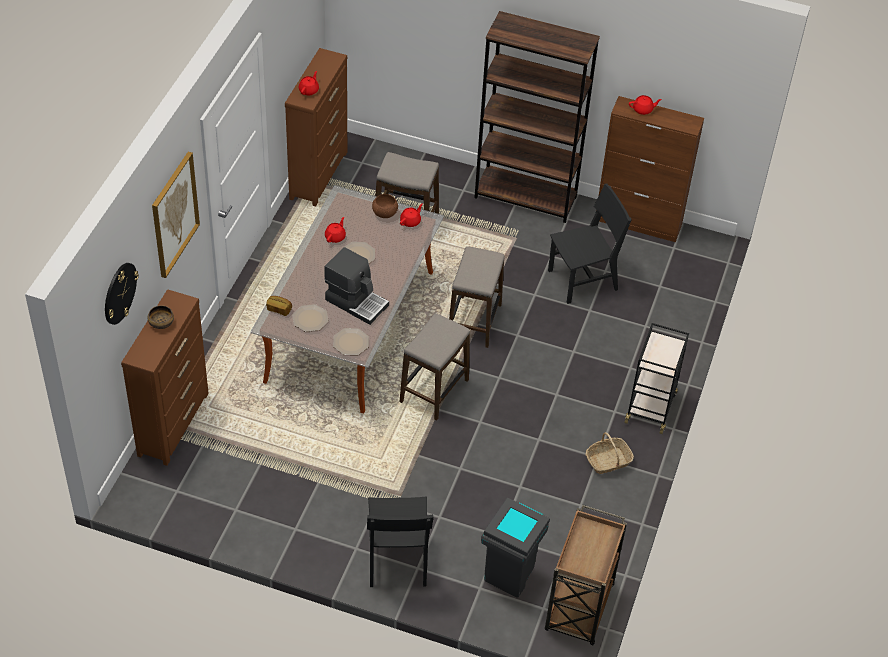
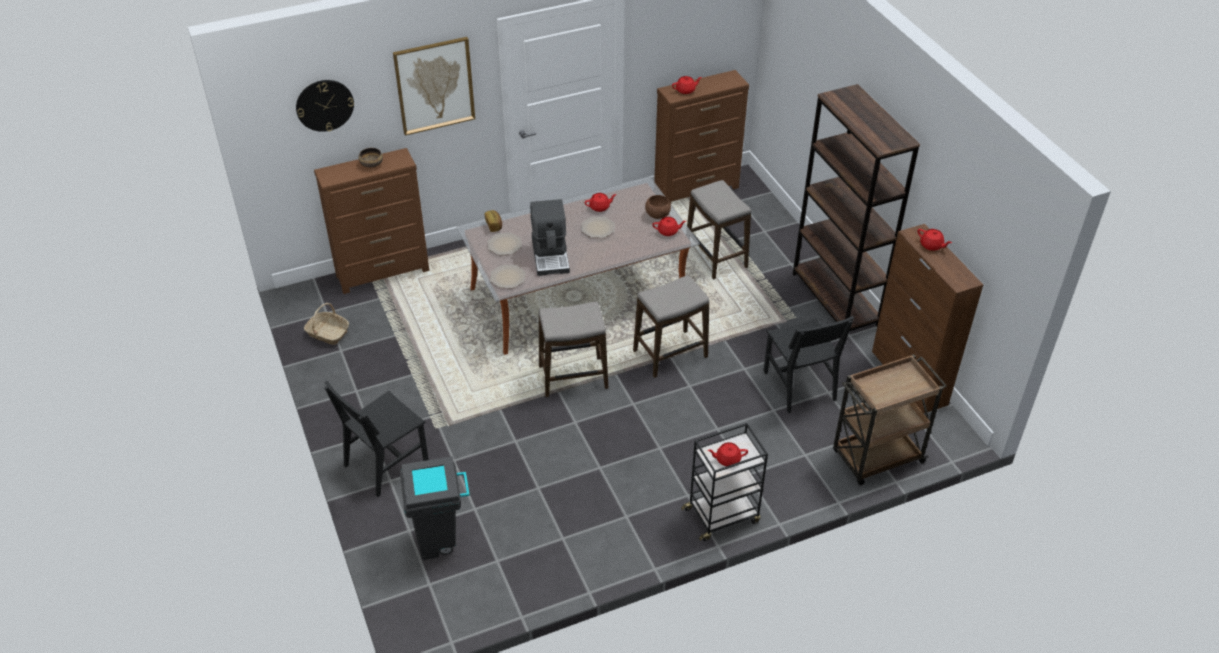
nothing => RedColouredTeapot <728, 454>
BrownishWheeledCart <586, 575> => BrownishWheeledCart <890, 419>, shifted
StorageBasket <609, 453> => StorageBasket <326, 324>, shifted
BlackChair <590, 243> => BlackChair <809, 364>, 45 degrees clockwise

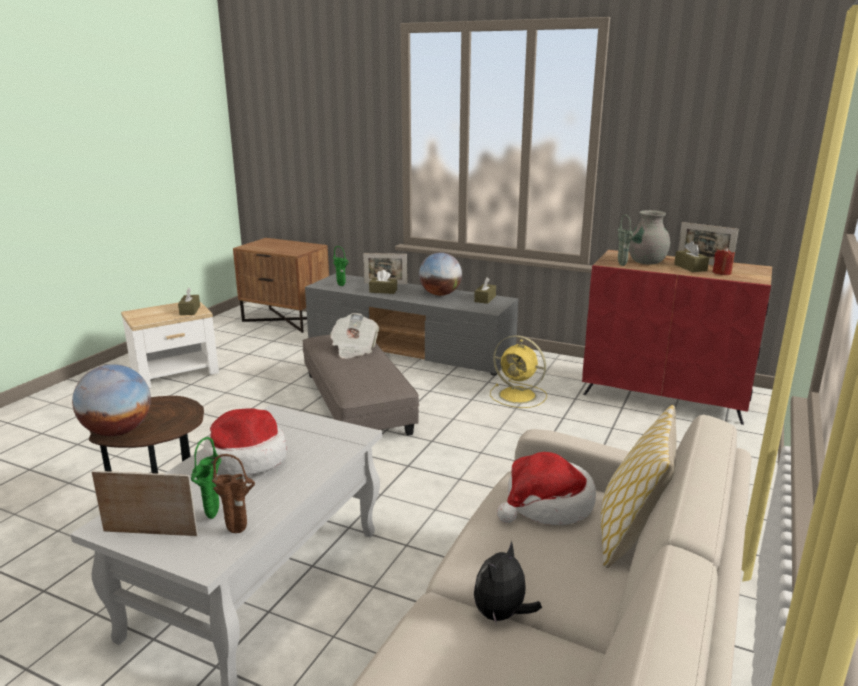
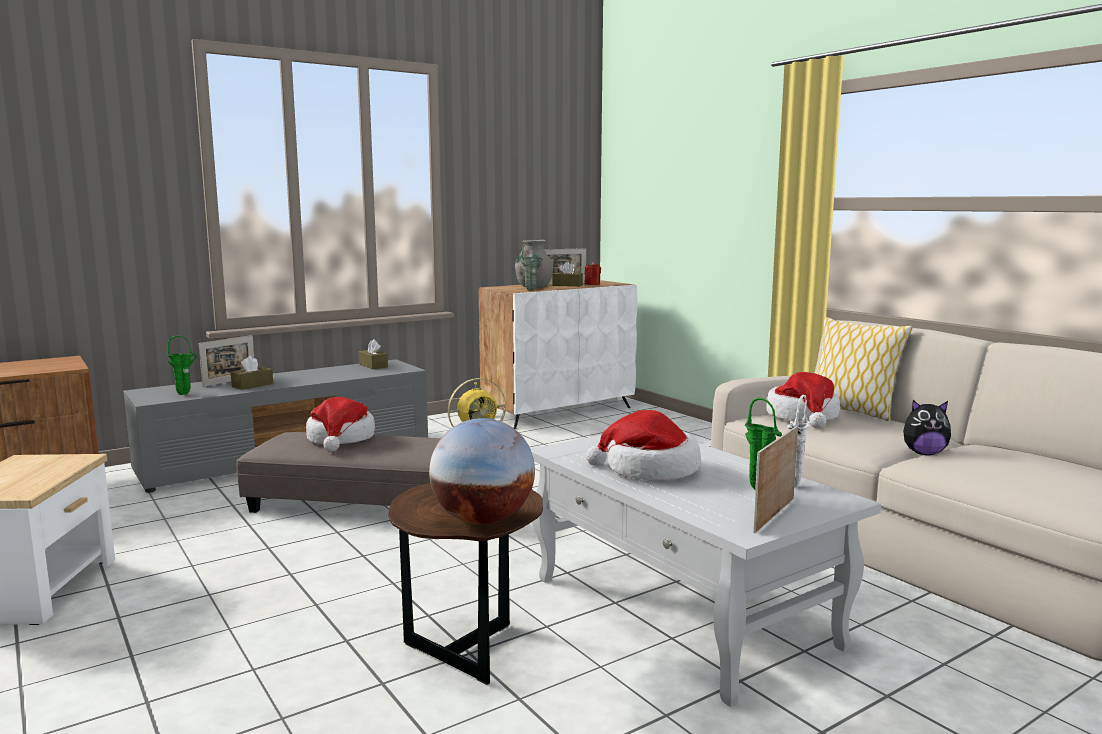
BrownishTissueHolder <189, 301> => nothing
Globe <440, 274> => nothing
Newspaper <354, 336> => WearableHat <340, 424>
BrownishDecorativeVase <233, 493> => WhiteDecorativeVase <799, 441>
RedColouredCupboard <677, 337> => WhiteCupboard <558, 354>
CuddlyToy <508, 583> => CuddlyToy <927, 427>, 60 degrees counterclockwise

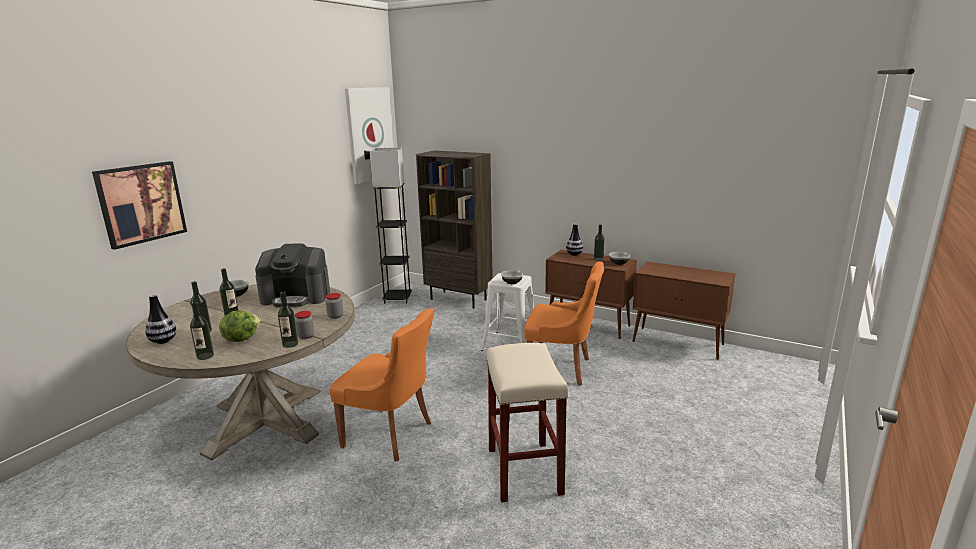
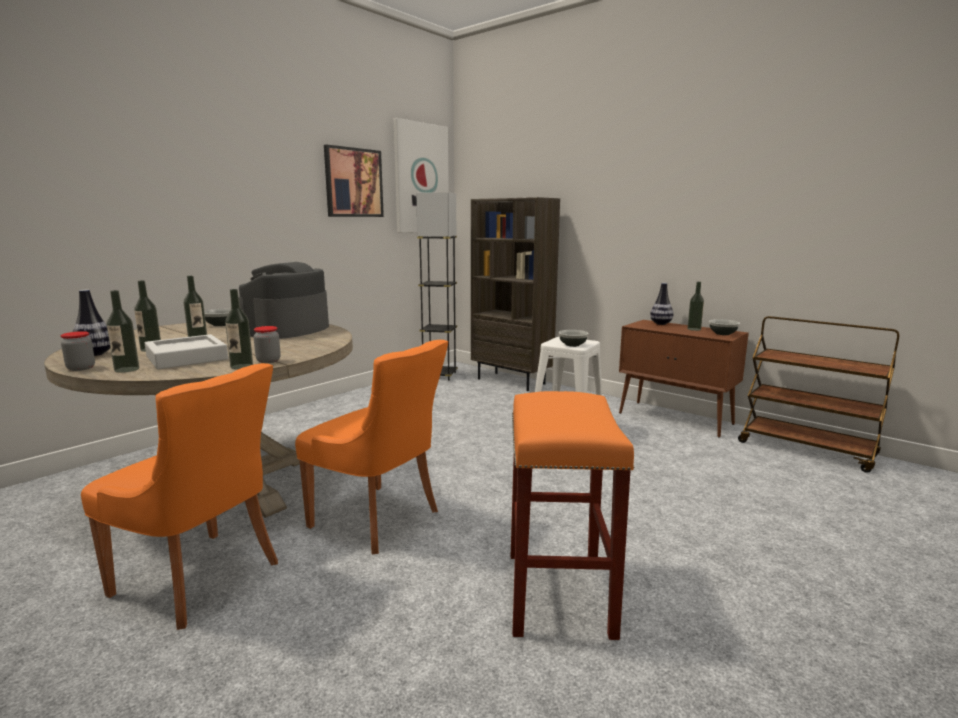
WallArt <139, 205> => WallArt <354, 181>, shifted
Jar <334, 306> => Jar <78, 351>, shifted
OrangeChair <564, 324> => OrangeChair <179, 496>, shifted
LettuceHead <240, 326> => GreyishCarryingTray <186, 351>
BrownishCupboard <683, 310> => BrownishWheeledCart <818, 394>
BeigeColouredStool <527, 423> => OrangeStool <572, 515>
CoffeeMachine <292, 275> => CoffeeMachine <284, 300>, 105 degrees clockwise

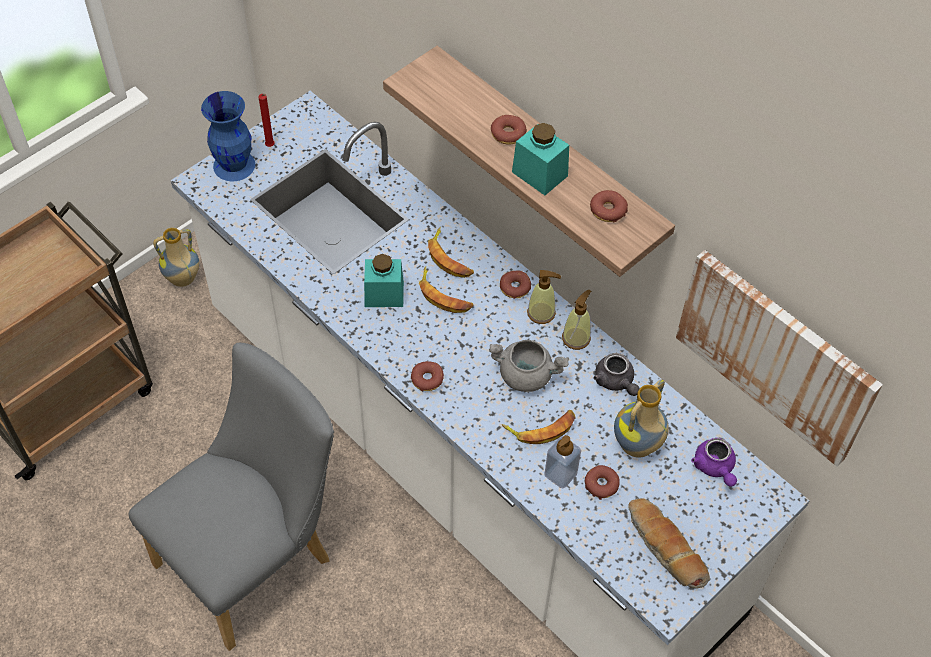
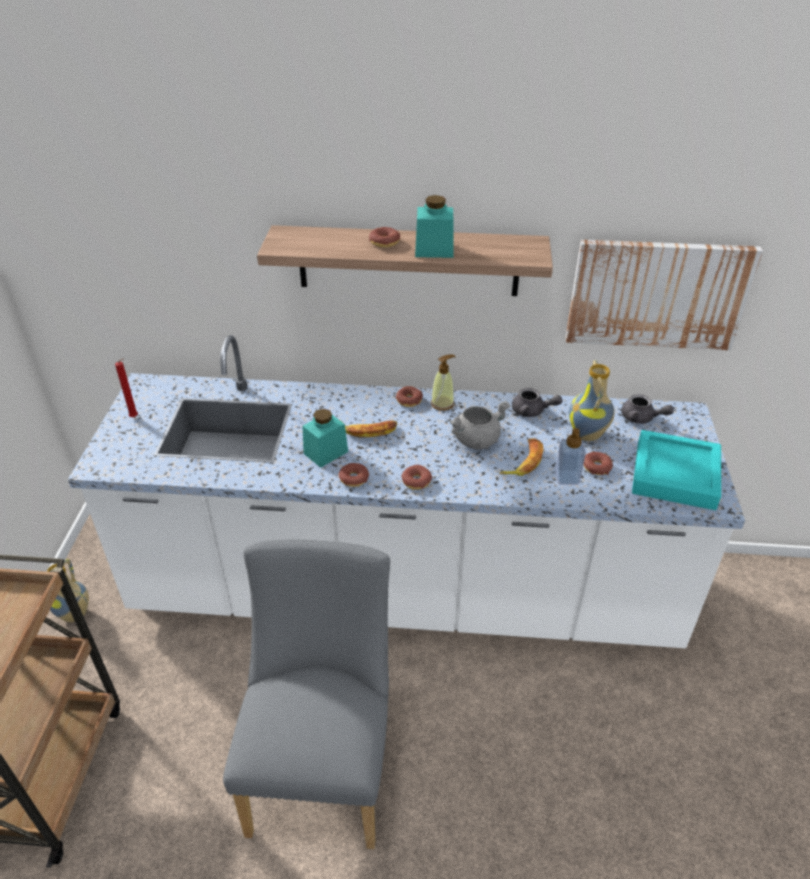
BlueColouredDecorativeVase <228, 136> => nothing
WholeBanana <451, 252> => nothing
LiquidSoapBottle <576, 319> => nothing
Donut <609, 206> => Donut <354, 475>, shifted
BakedBread <669, 543> => TurquoiseColouredCarryingTray <676, 470>
PurplishTeapot <714, 462> => GreyishTeapot <647, 409>

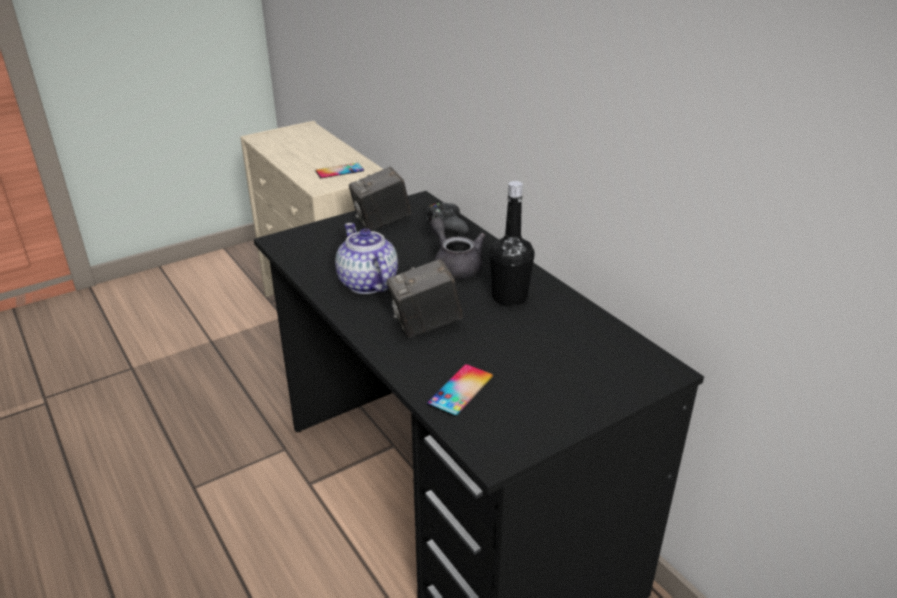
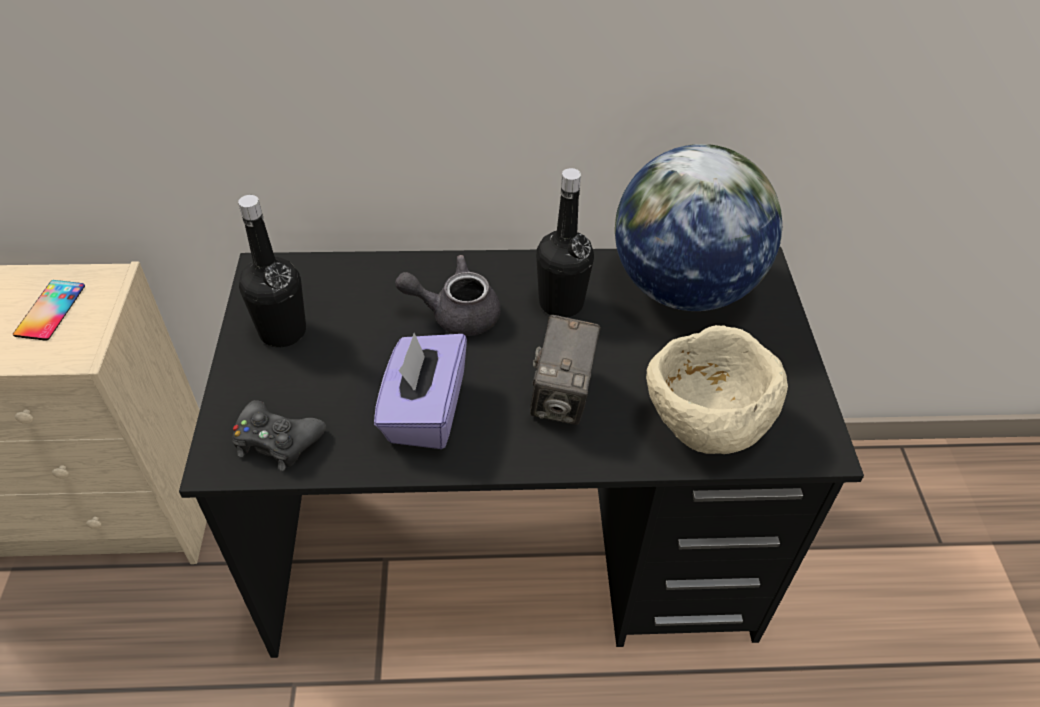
nothing => Globe <698, 227>
BlackGameController <447, 218> => BlackGameController <279, 435>, shifted
Teapot <366, 258> => PurplishTissueHolder <420, 391>
PhotoCamera <380, 198> => BlackBottle <272, 271>
Telephone <460, 390> => BeigeColouredServingBowl <717, 389>

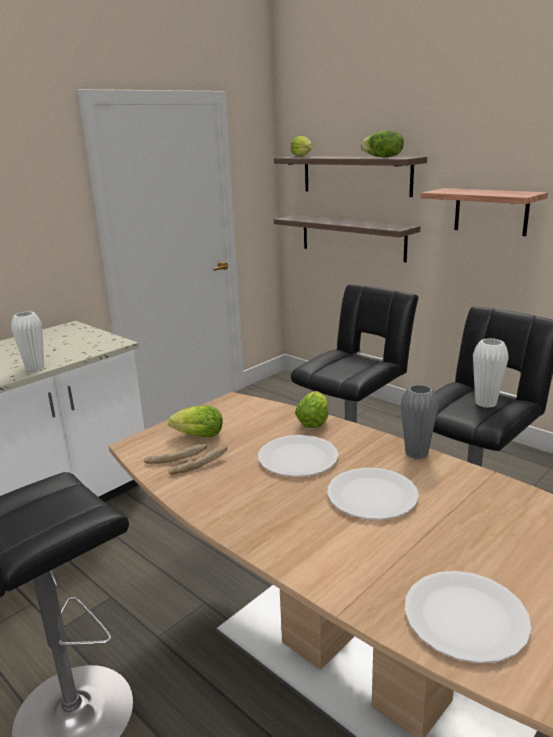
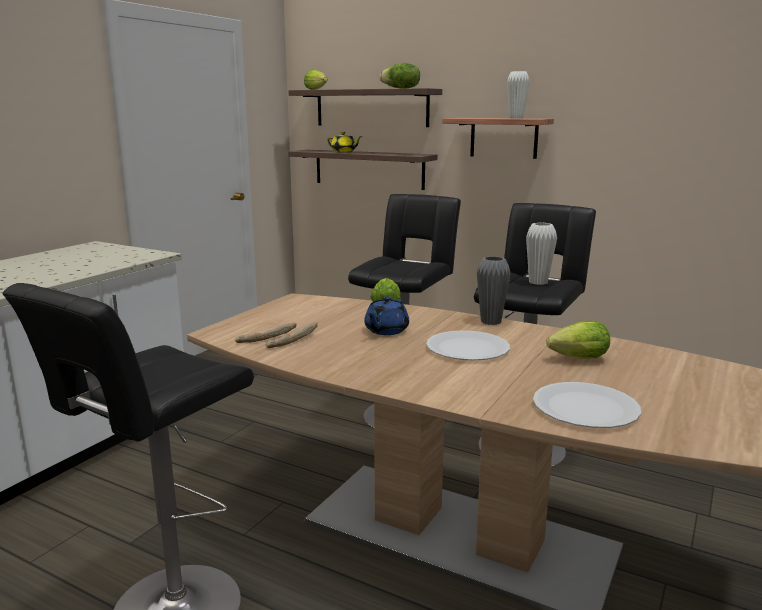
nothing => YellowishTeapot <344, 142>
WhiteDecorativeVase <27, 341> => WhiteDecorativeVase <518, 94>, shifted
LettuceHead <195, 421> => LettuceHead <578, 339>, shifted
WhiteDinnerPlate <298, 456> => BlueColouredTeapot <386, 315>

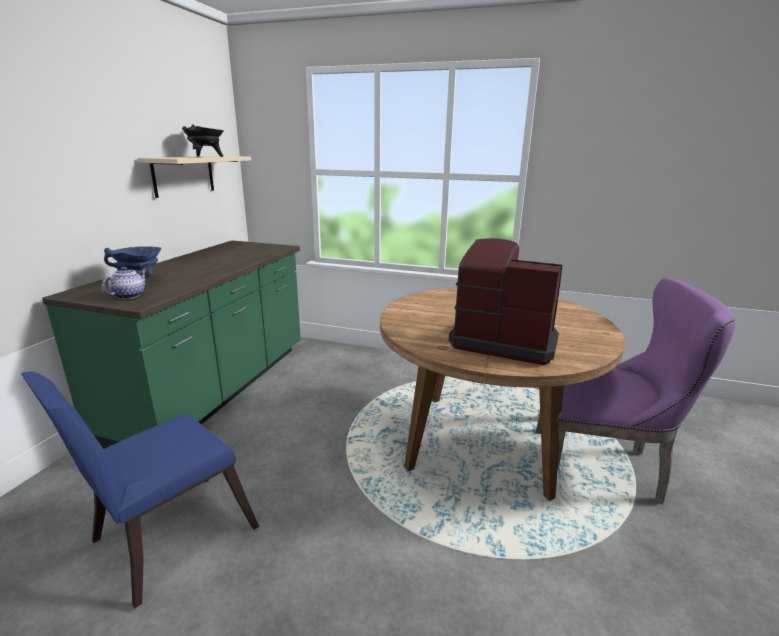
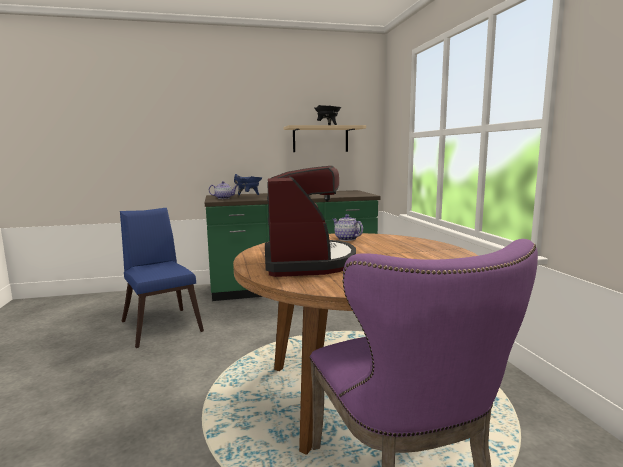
nothing => Teapot <348, 227>
BlueColouredChair <140, 490> => BlueColouredChair <162, 278>, 45 degrees clockwise

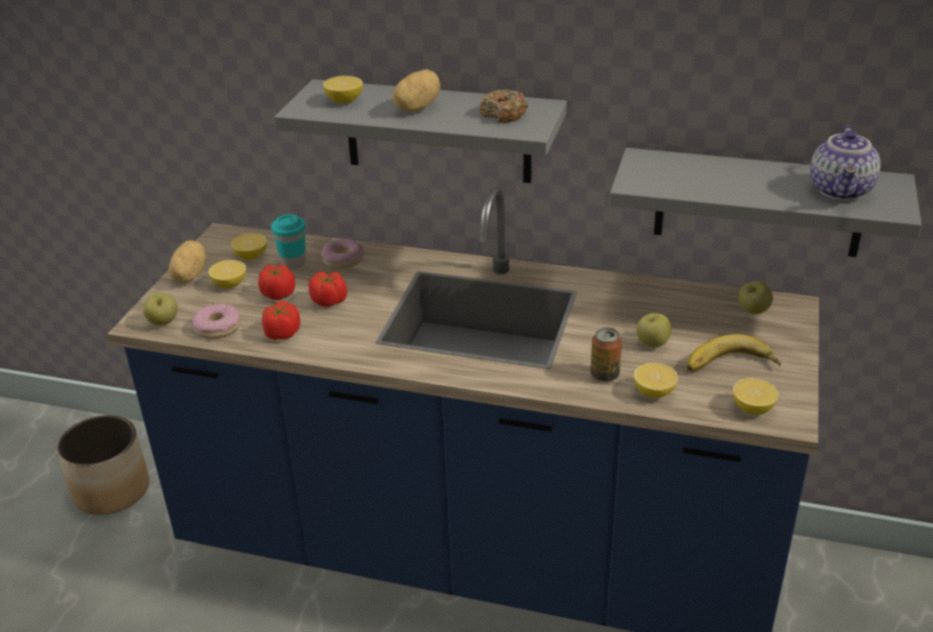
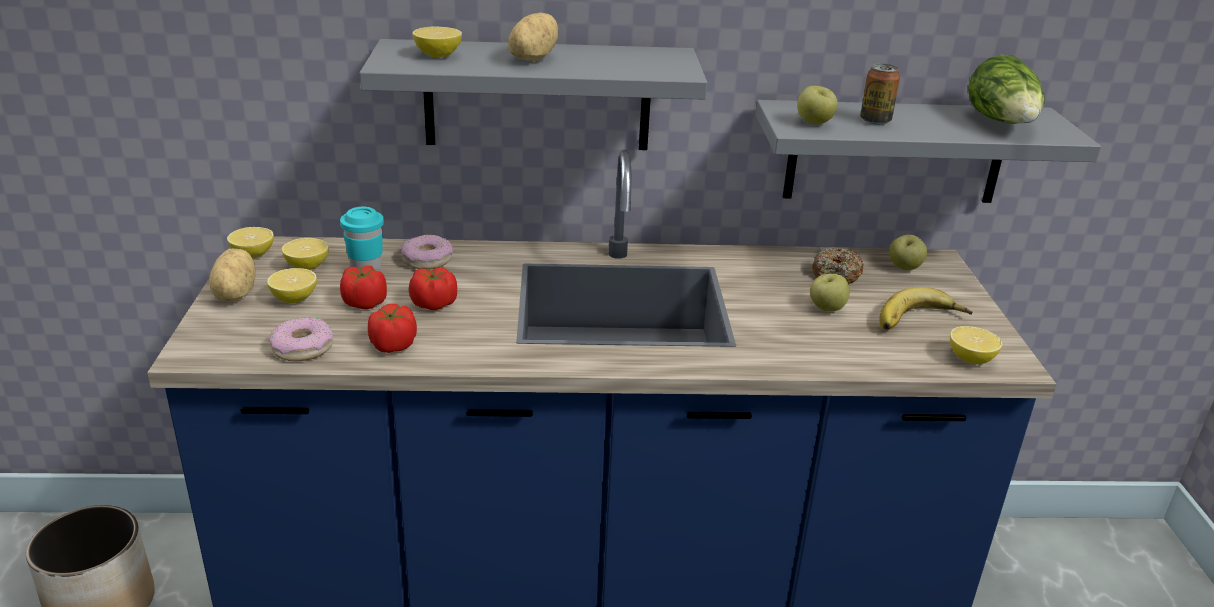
AppleFruit <160, 309> => AppleFruit <817, 105>, shifted
Donut <504, 106> => Donut <838, 265>, shifted
SealedCan <606, 354> => SealedCan <880, 94>, shifted
WholeLemon <656, 380> => WholeLemon <250, 242>, shifted
Teapot <845, 162> => LettuceHead <1006, 89>

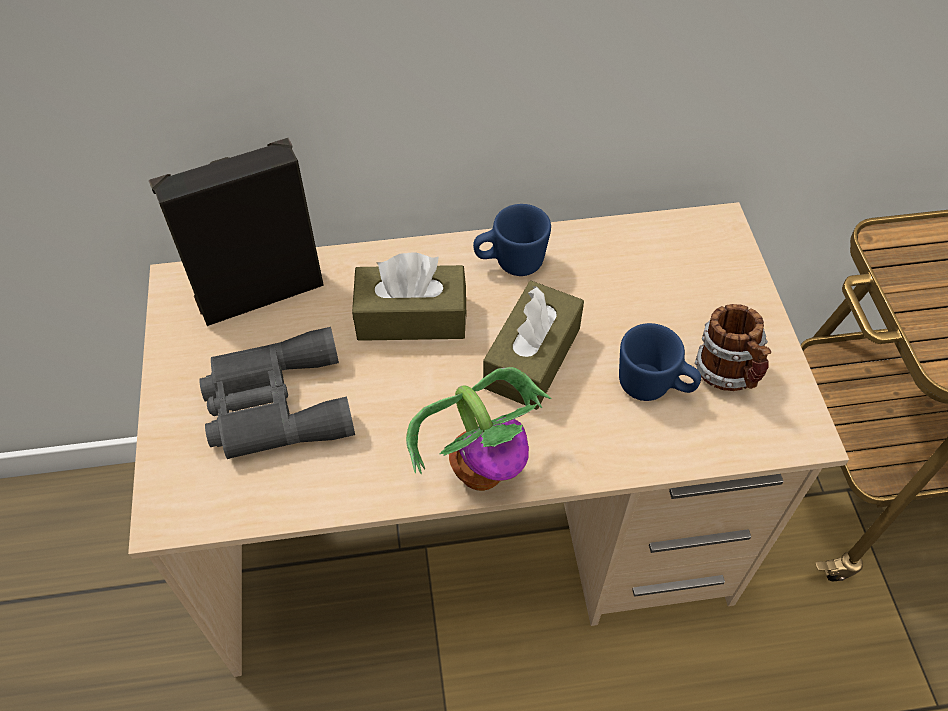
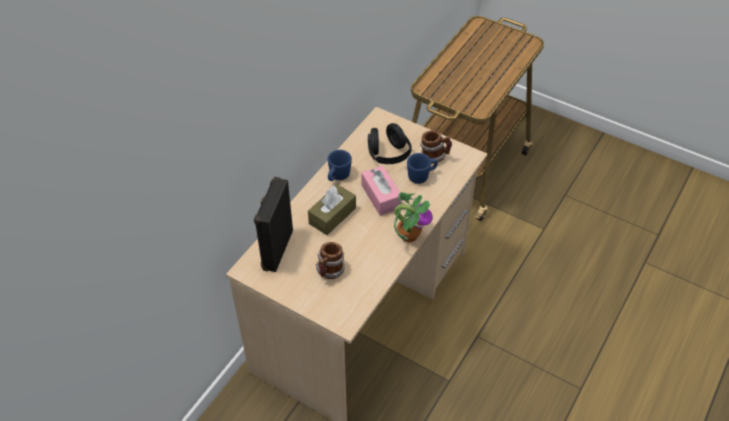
nothing => BlackHeadphones <390, 143>
GreyishFieldGlasses <277, 393> => CoffeeMug <330, 260>
BrownishTissueHolder <533, 345> => PinkishTissueHolder <382, 191>

